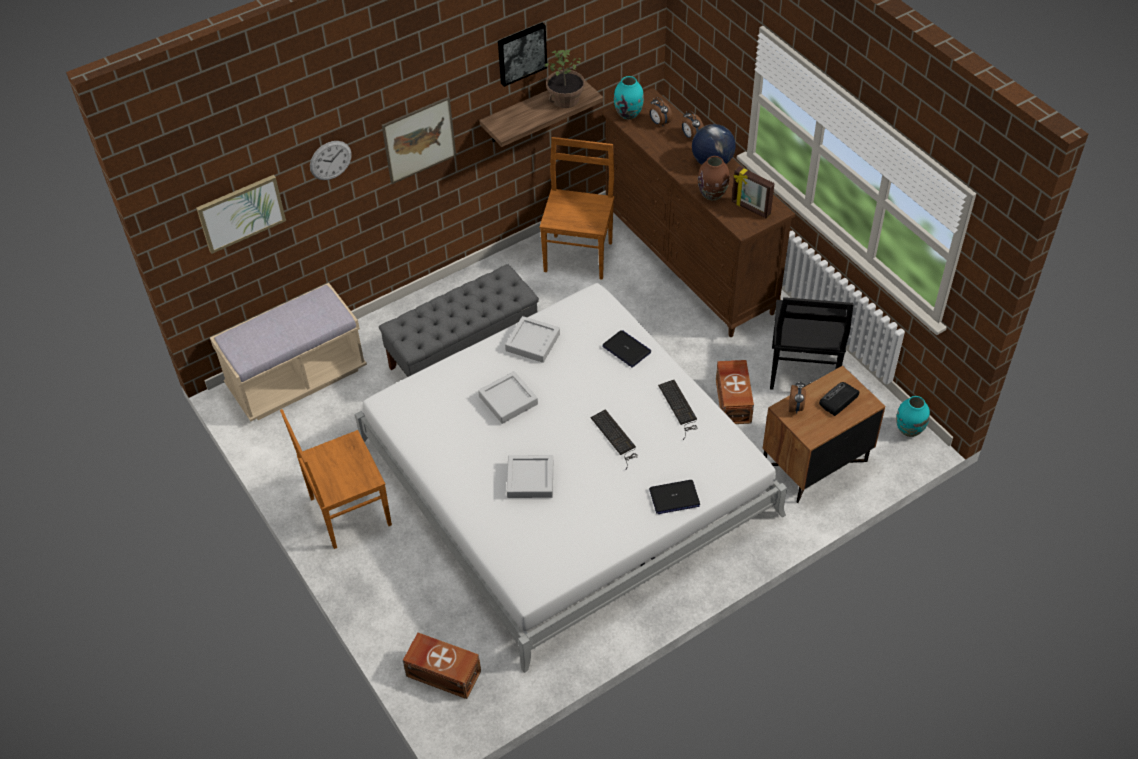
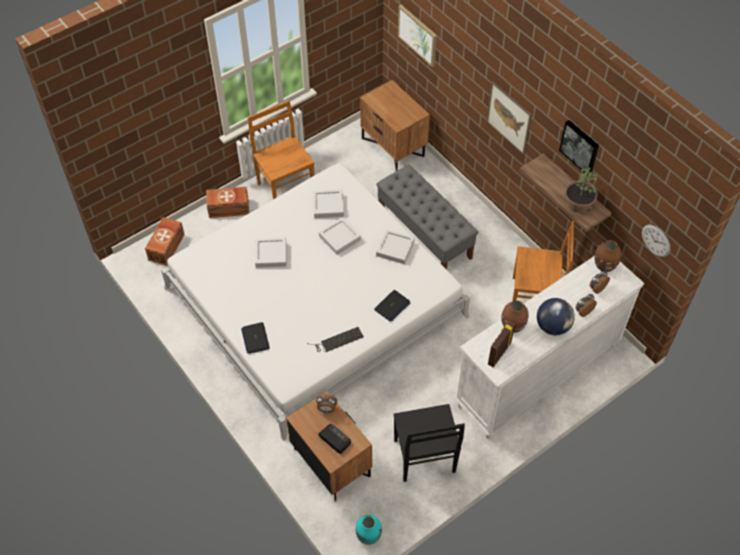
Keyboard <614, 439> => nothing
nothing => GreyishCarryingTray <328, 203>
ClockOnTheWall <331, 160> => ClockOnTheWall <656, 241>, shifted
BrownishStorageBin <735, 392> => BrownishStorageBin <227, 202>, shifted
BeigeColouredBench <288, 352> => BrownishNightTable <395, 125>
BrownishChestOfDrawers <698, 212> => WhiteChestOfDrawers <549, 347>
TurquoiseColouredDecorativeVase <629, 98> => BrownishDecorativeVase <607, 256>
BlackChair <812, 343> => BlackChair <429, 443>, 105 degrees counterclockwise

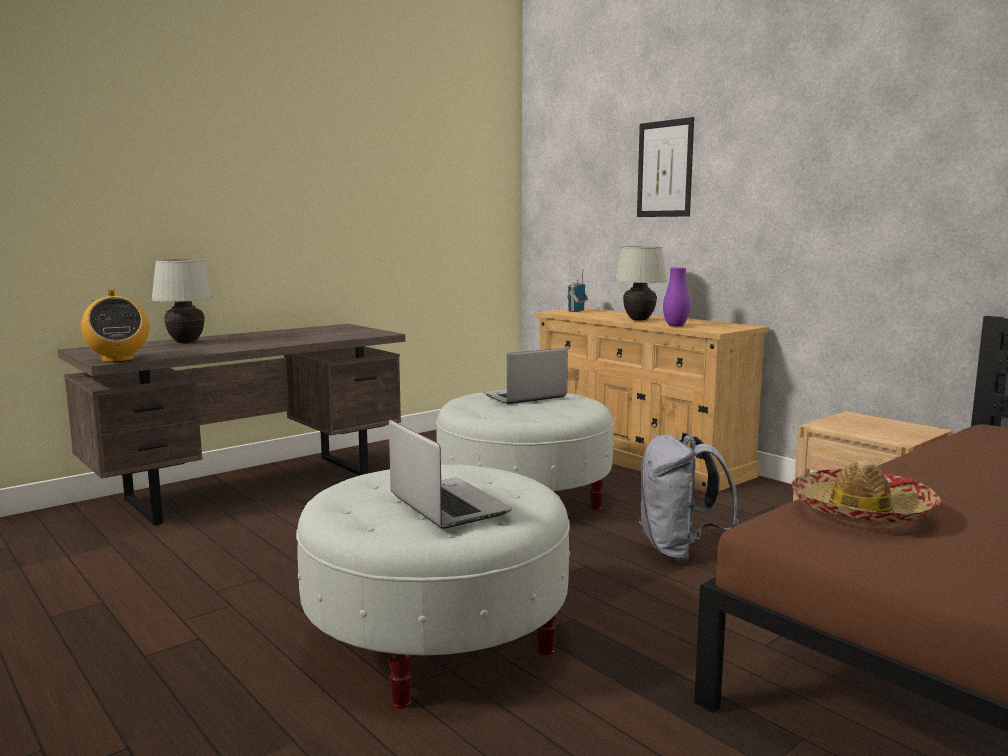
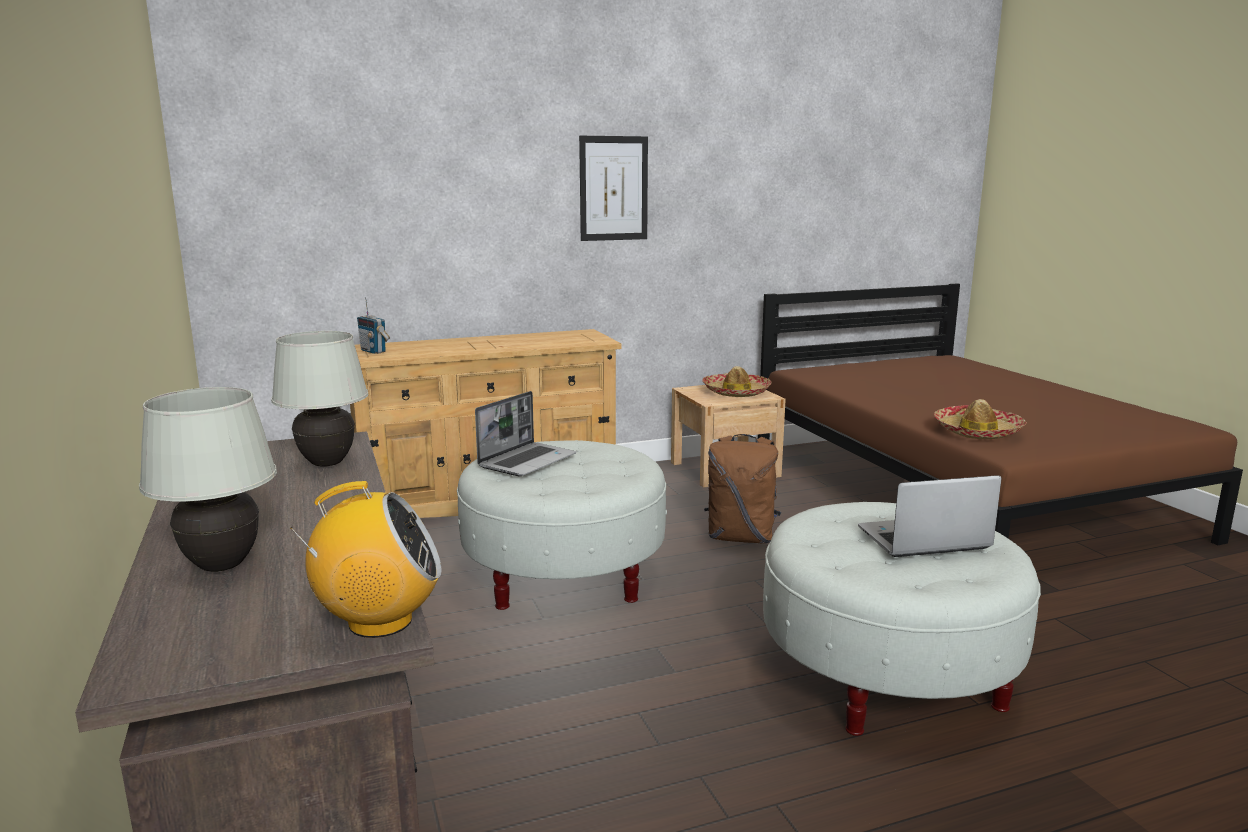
PurplishDecorativeVase <676, 297> => nothing
nothing => WearableHat <736, 381>
WhiteTableLamp <641, 283> => WhiteTableLamp <320, 399>, shifted
WallArt <665, 167> => WallArt <613, 188>, shifted
GreyishRucksack <689, 497> => BrownishRucksack <742, 488>
Laptop <525, 376> => Laptop <525, 433>, 135 degrees counterclockwise

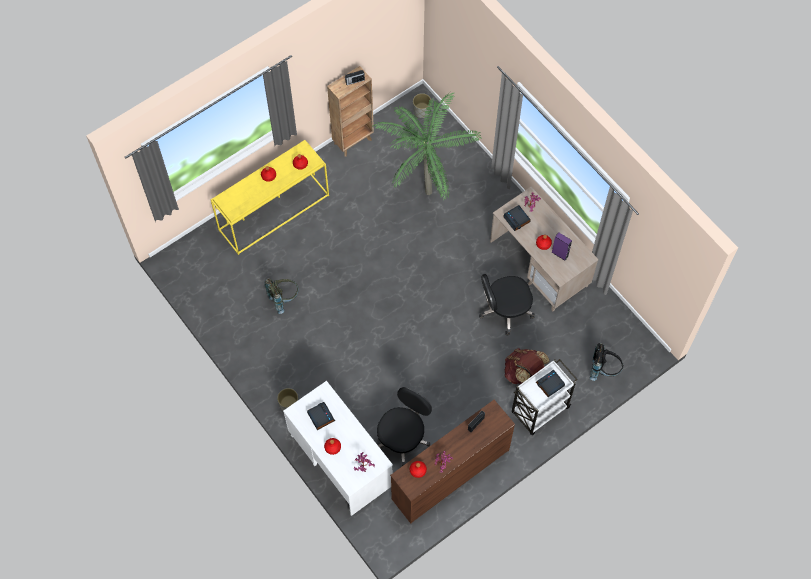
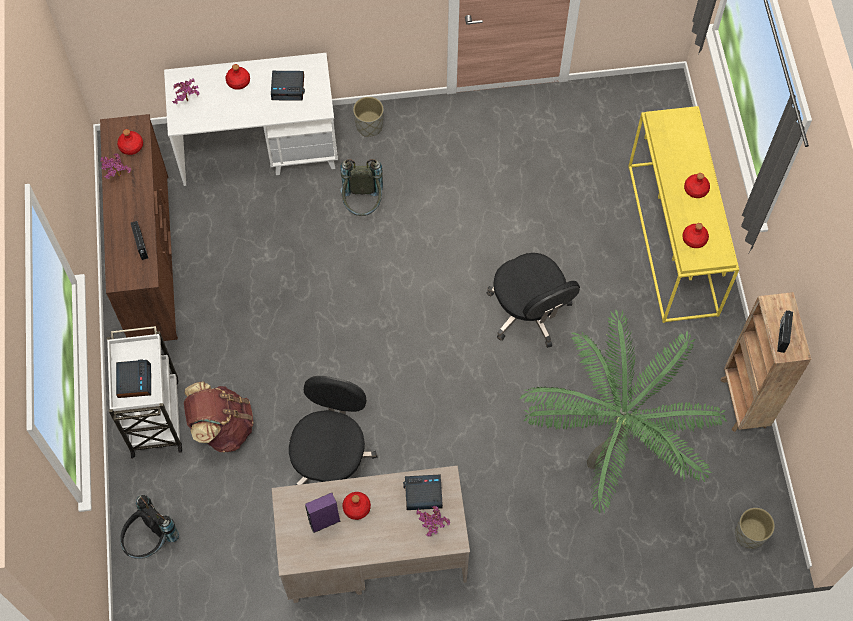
GreyishRucksack <282, 296> => GreyishRucksack <361, 187>, shifted
BlackDeskChair <404, 426> => BlackDeskChair <533, 300>, shifted

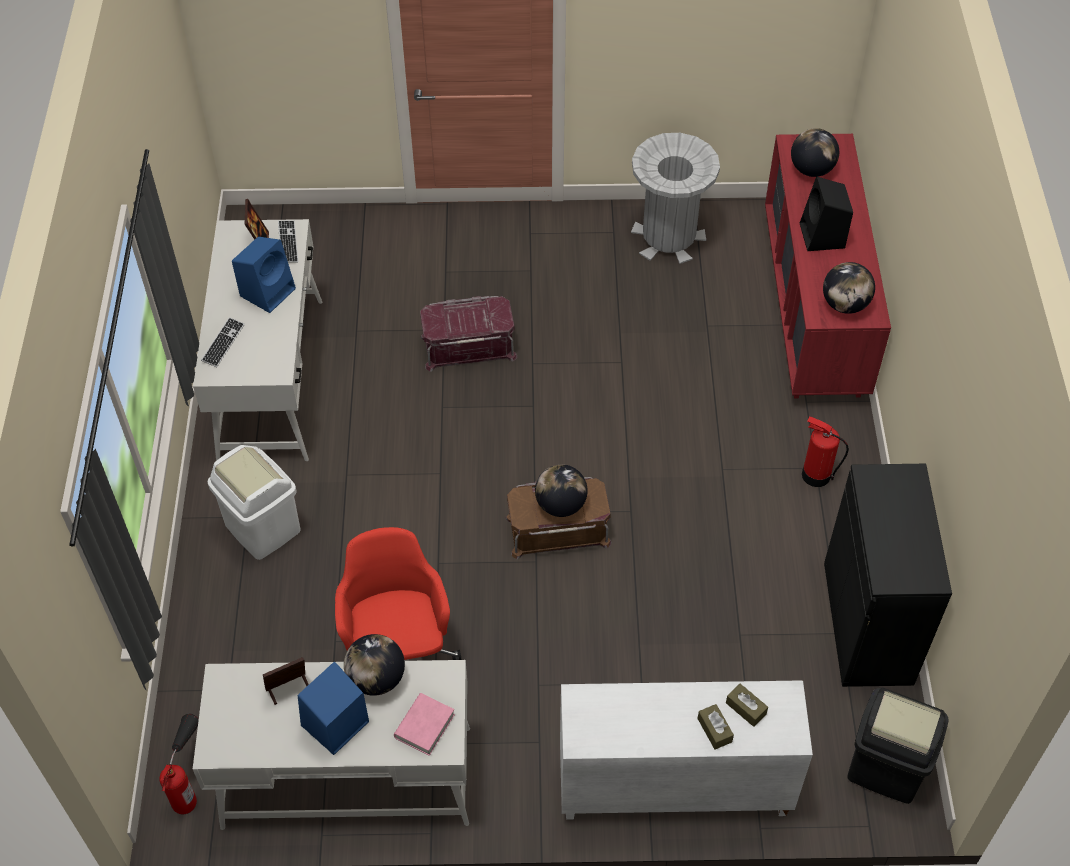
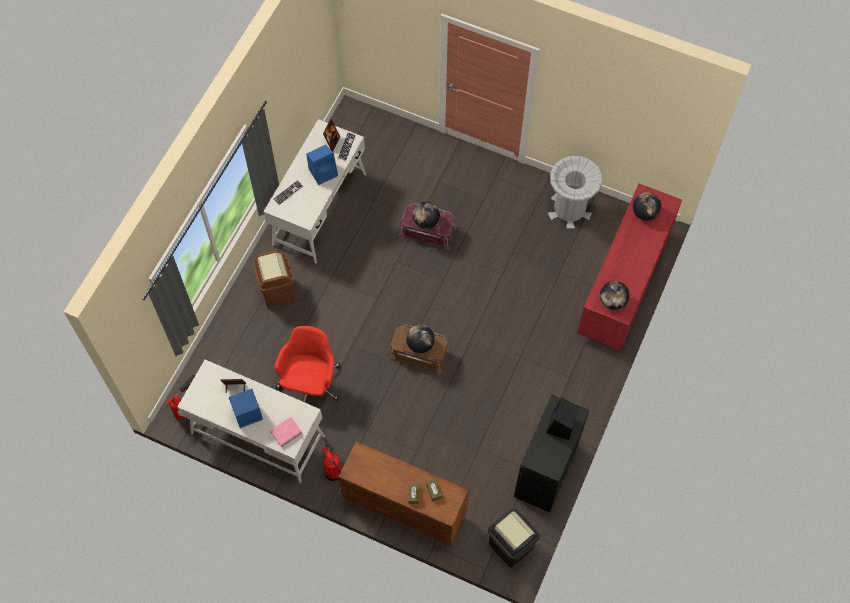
Globe <374, 665> => Globe <426, 215>, shifted
BlackSpeaker <826, 213> => BlackSpeaker <562, 419>, shifted
Extinguisher <825, 451> => Extinguisher <332, 464>, shifted
WhiteTrashCan <254, 502> => BrownishTrashCan <274, 279>
WhiteCupboard <686, 750> => BrownishCupboard <403, 493>

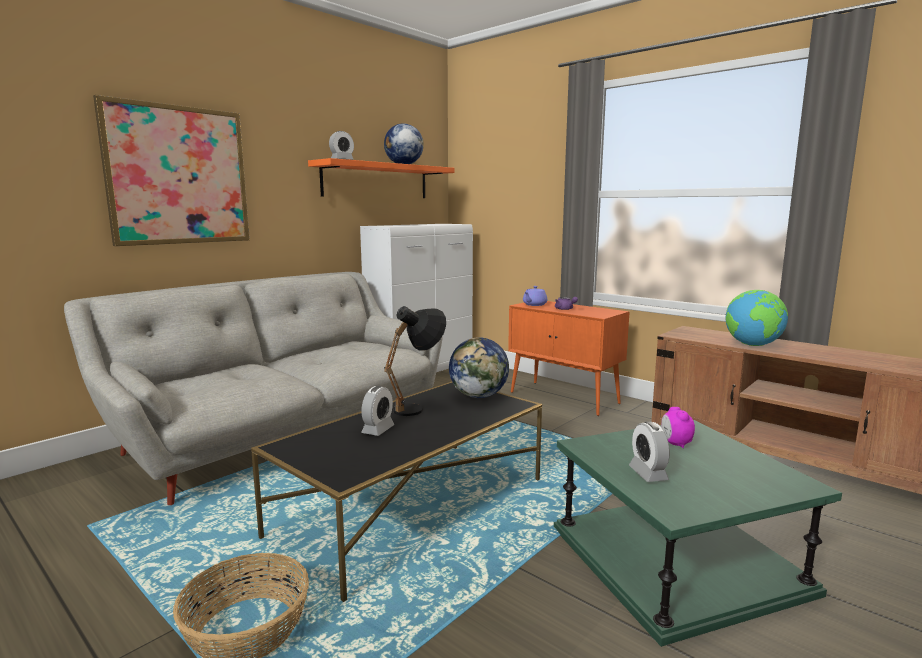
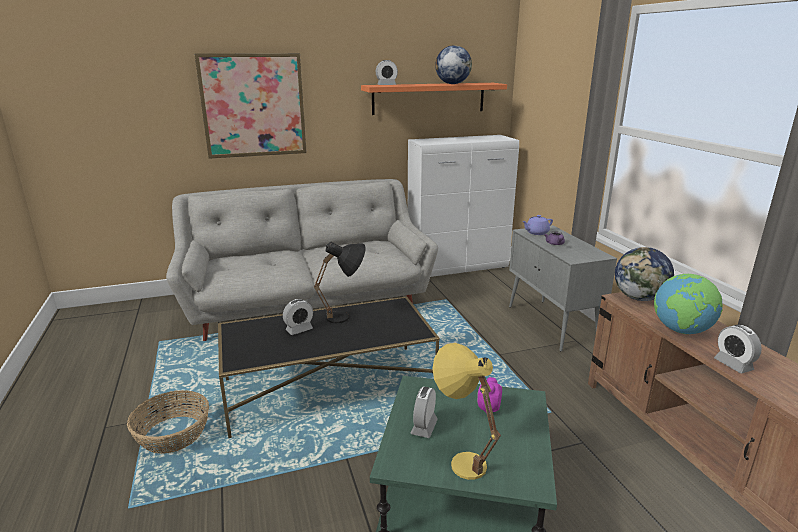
nothing => YellowishTableLamp <466, 411>
nothing => AlarmClock <738, 349>
Globe <479, 367> => Globe <644, 274>, shifted
OrangeCupboard <569, 358> => GreyishCupboard <563, 288>

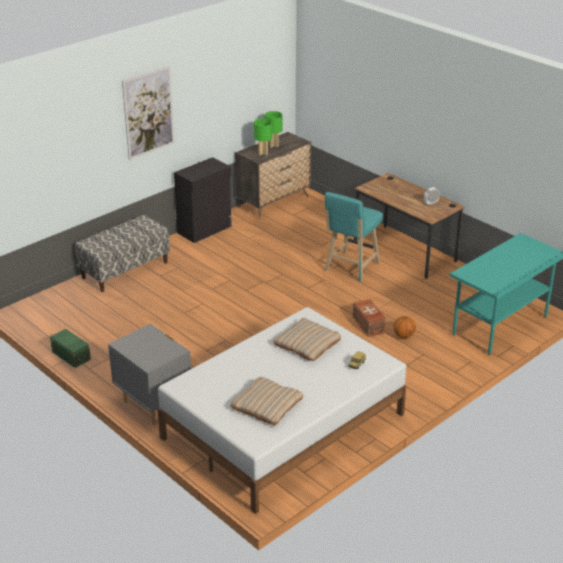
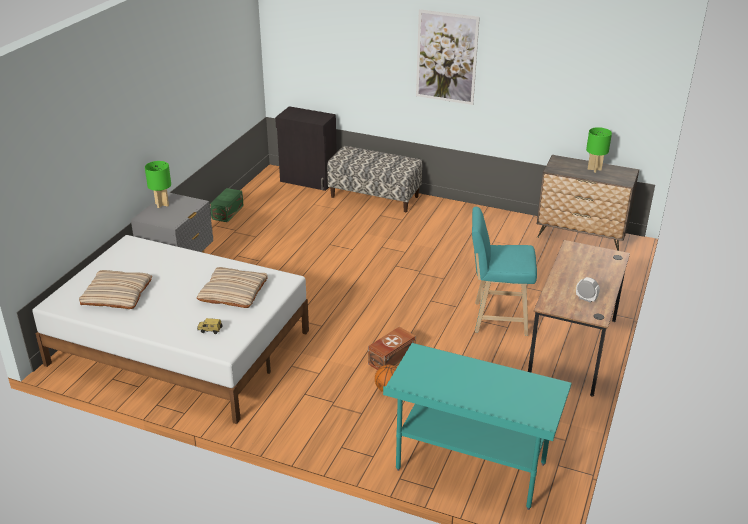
BlackCupboard <203, 200> => BlackCupboard <306, 148>, shifted
GreenColouredTableLamp <263, 136> => GreenColouredTableLamp <158, 184>, shifted

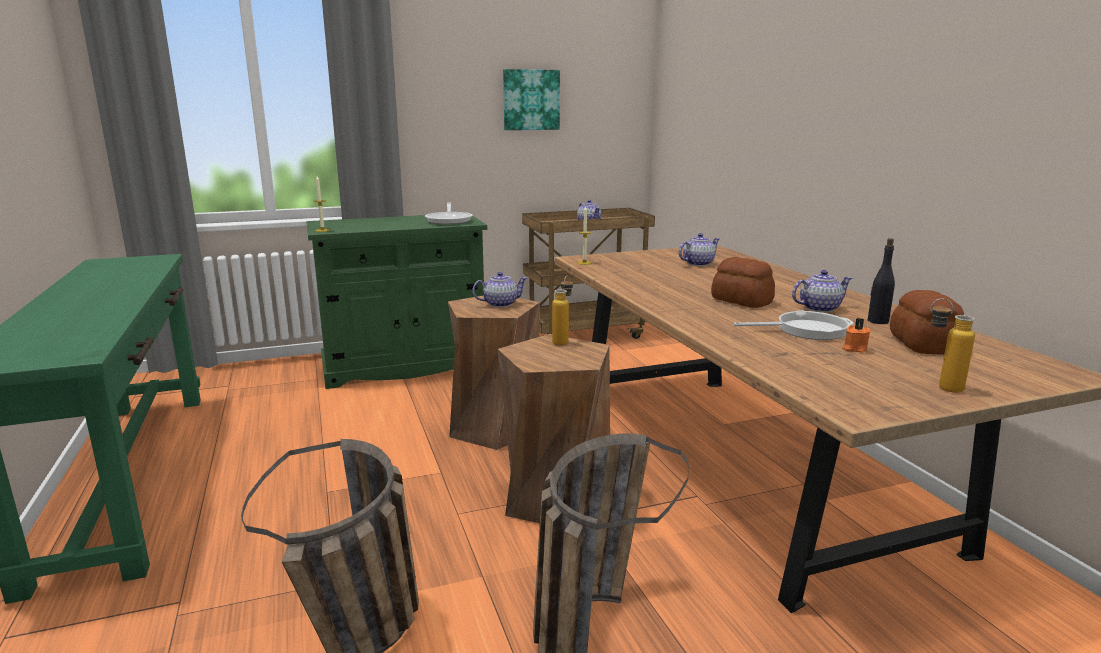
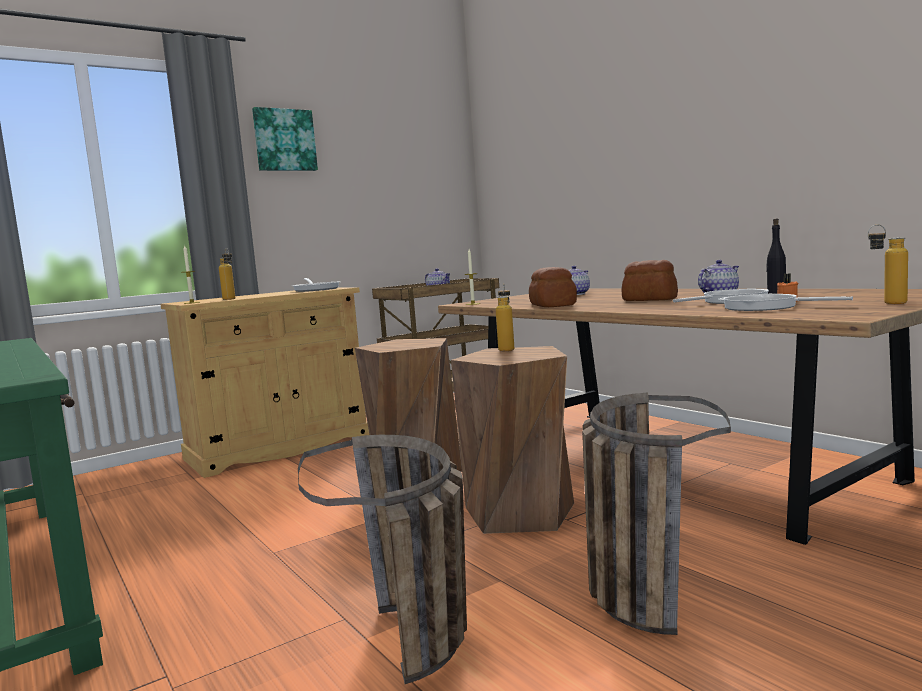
Teapot <499, 289> => nothing
nothing => Bottle <227, 274>
nothing => Skillet <785, 302>
WallArt <531, 99> => WallArt <285, 139>, shifted
BakedBread <927, 322> => BakedBread <553, 287>, shifted
GreenColouredCupboard <396, 302> => BeigeColouredCupboard <264, 382>

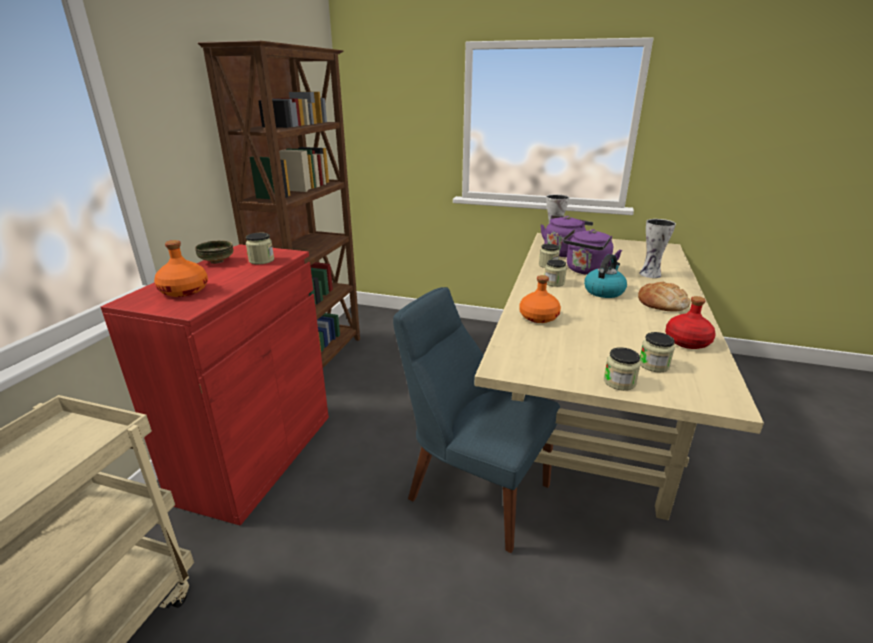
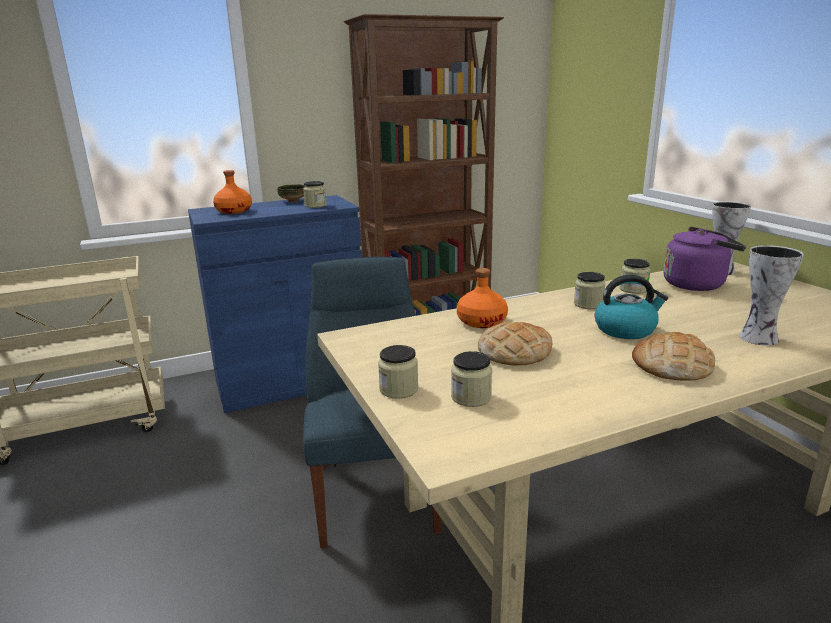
PurplishKettle <592, 252> => nothing
RedColouredBottle <690, 322> => nothing
nothing => BakedBread <515, 344>
RedColouredCupboard <215, 385> => BlueColouredCupboard <275, 304>

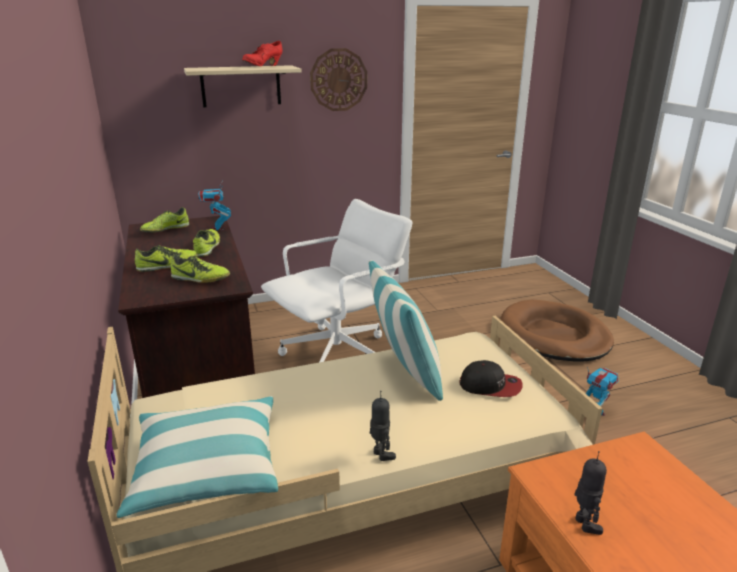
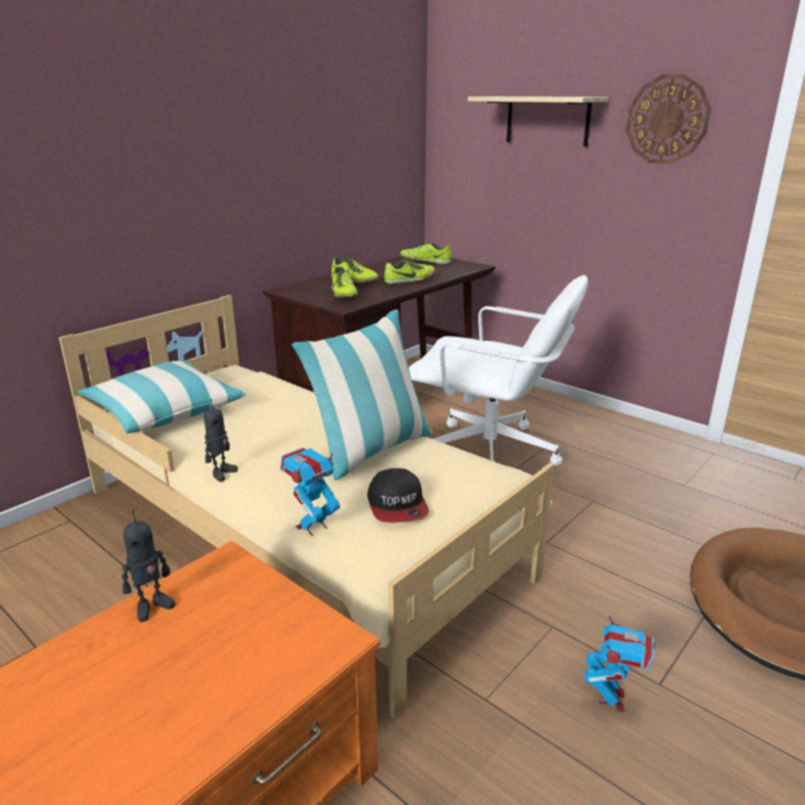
RedColouredItemOfFootwear <262, 53> => nothing
ModelRobot <214, 206> => ModelRobot <310, 491>, shifted

